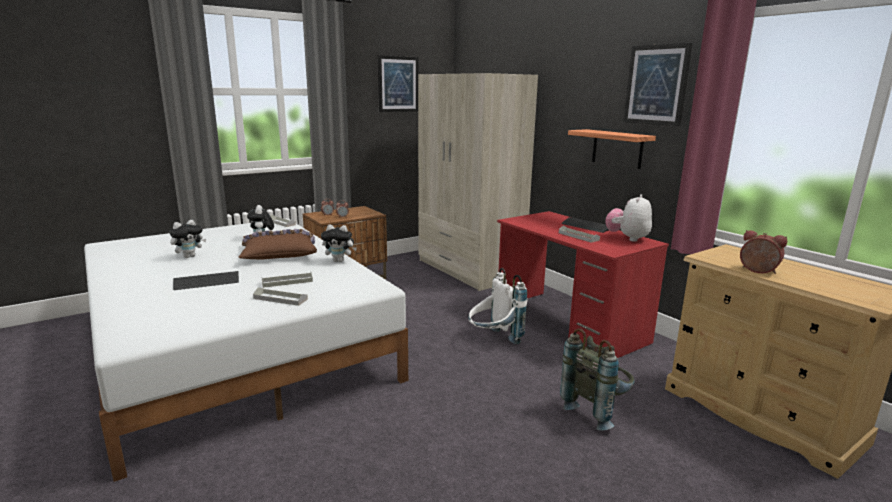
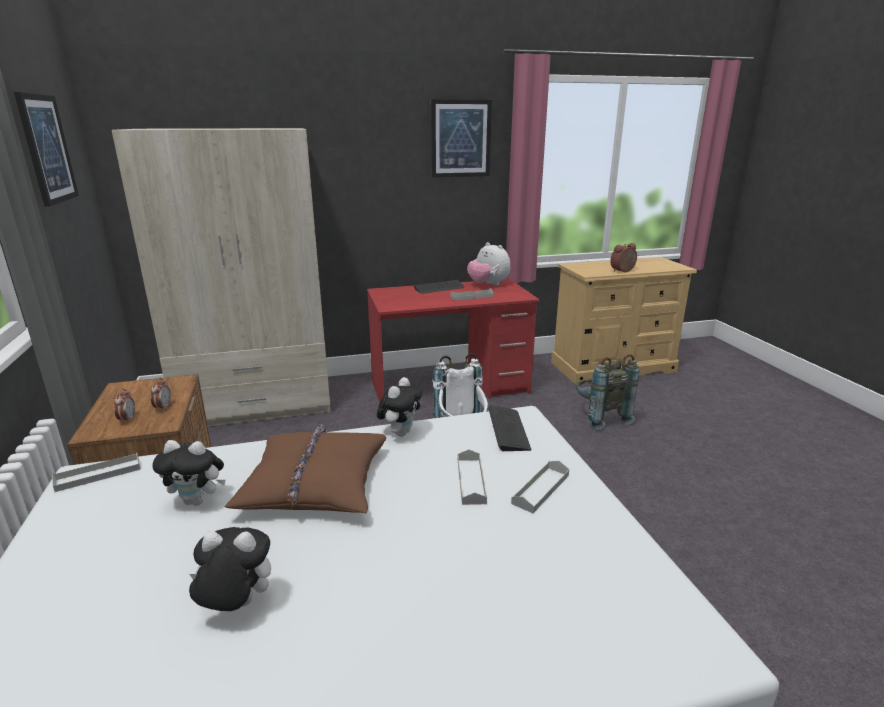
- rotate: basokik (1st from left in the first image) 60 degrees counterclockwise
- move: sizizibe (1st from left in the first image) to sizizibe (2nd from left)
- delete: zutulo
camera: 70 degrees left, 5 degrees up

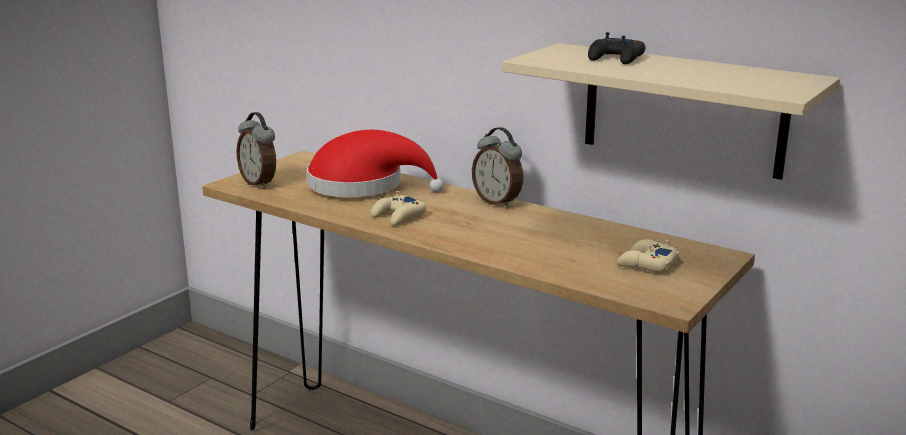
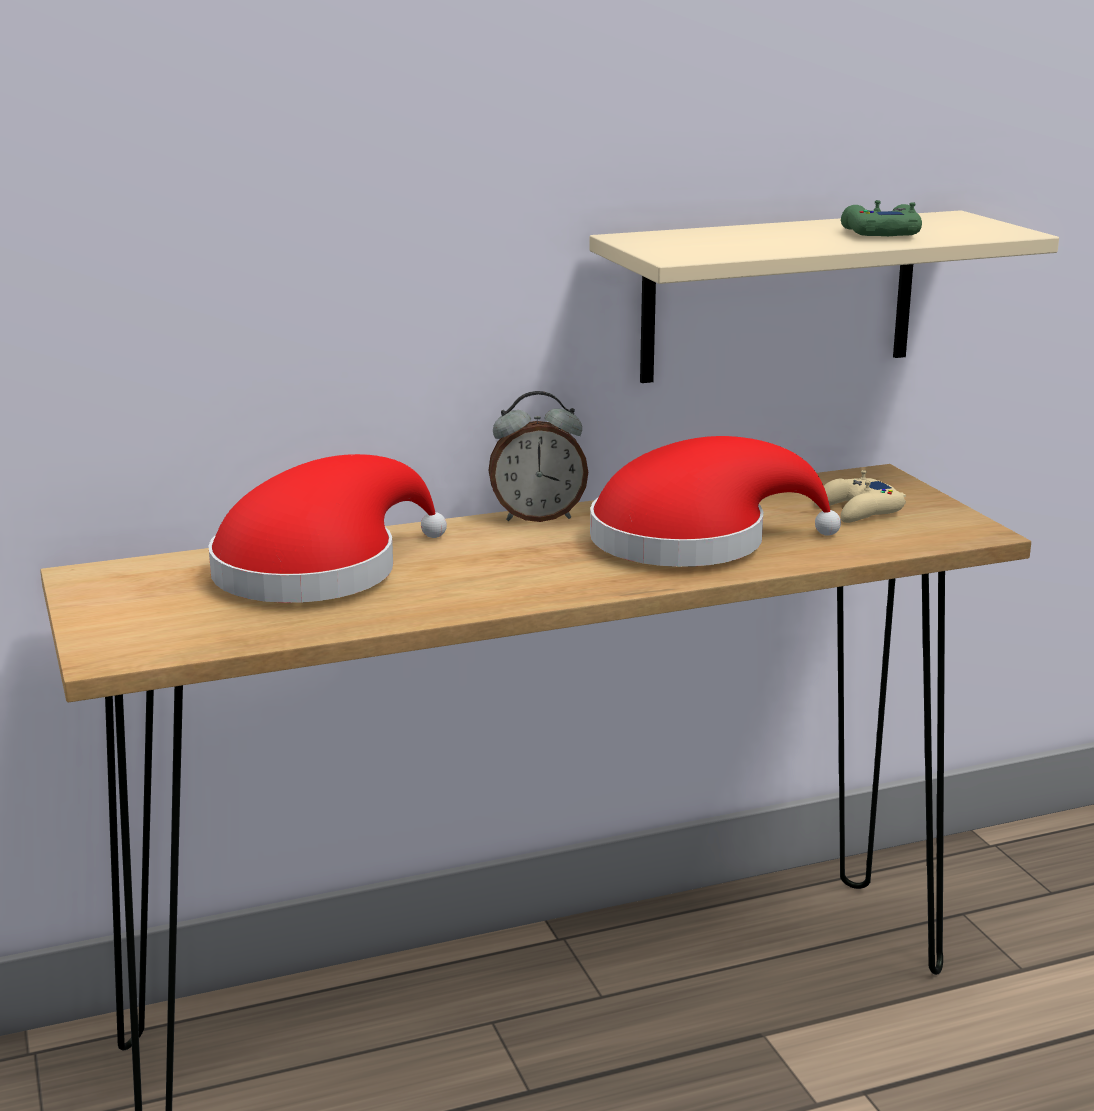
- insert: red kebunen (2nd from left)
- insert: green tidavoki
- delete: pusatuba (1st from left)
- delete: beige tidavoki (1st from left)
- delete: black tidavoki
camera: 55 degrees left, 0 degrees up

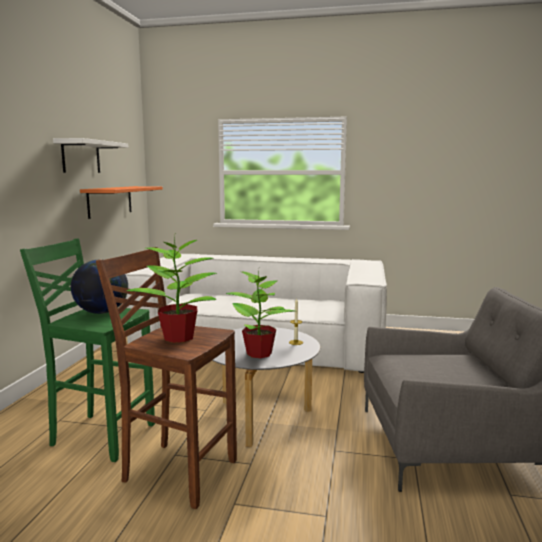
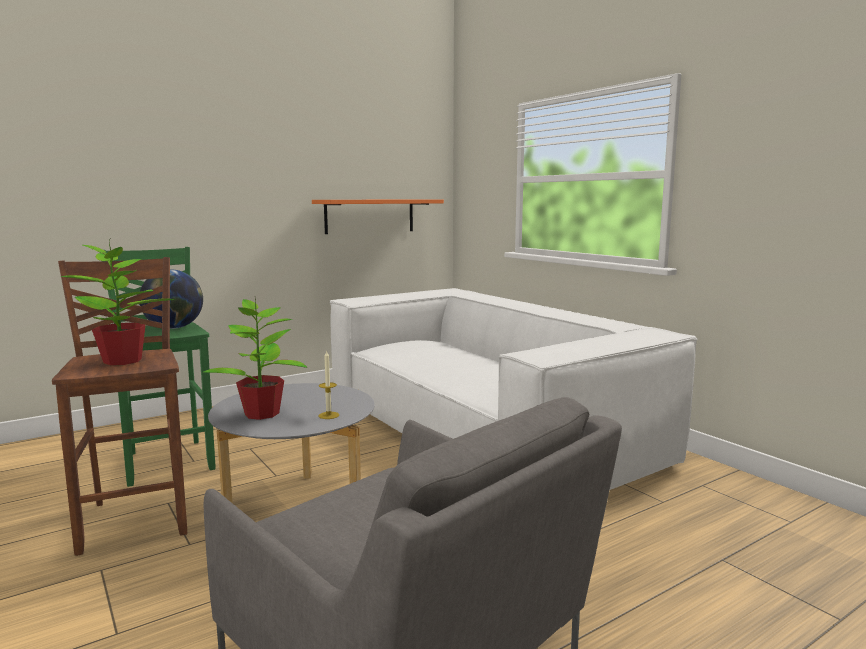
- delete: white zutulo
camera: 45 degrees right, 0 degrees up

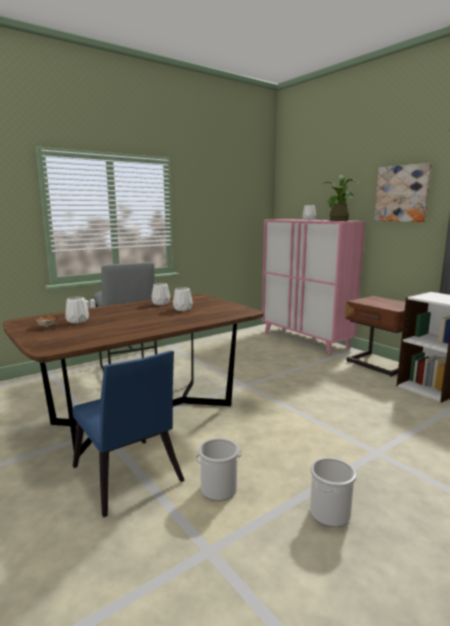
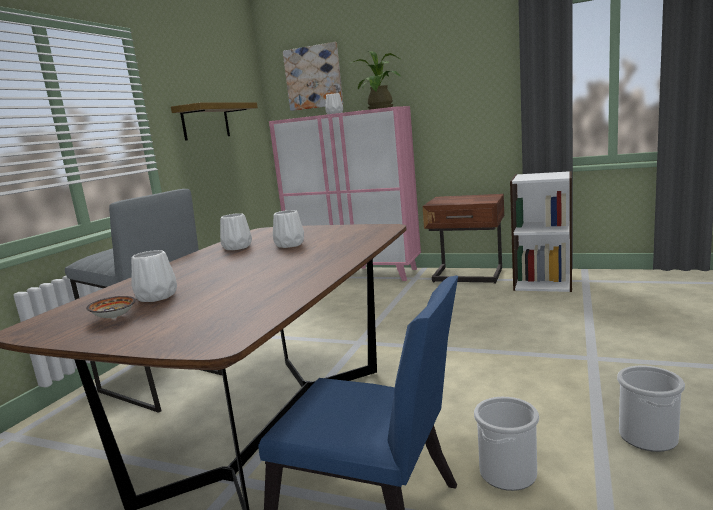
- insert: zutulo
- move: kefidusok
camera: 30 degrees left, 0 degrees up

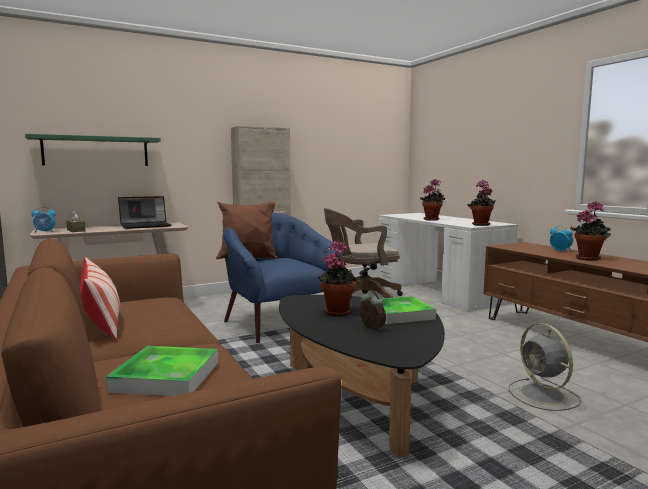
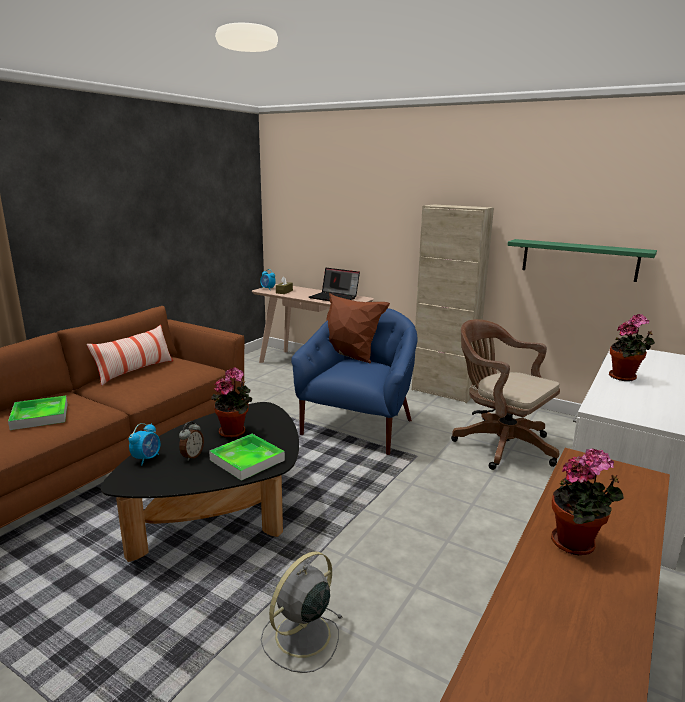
- move: pusatuba (3rd from left in the first image) to pusatuba (1st from left)
- move: green zutulo
- delete: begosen (3rd from left)
camera: 60 degrees right, 10 degrees up

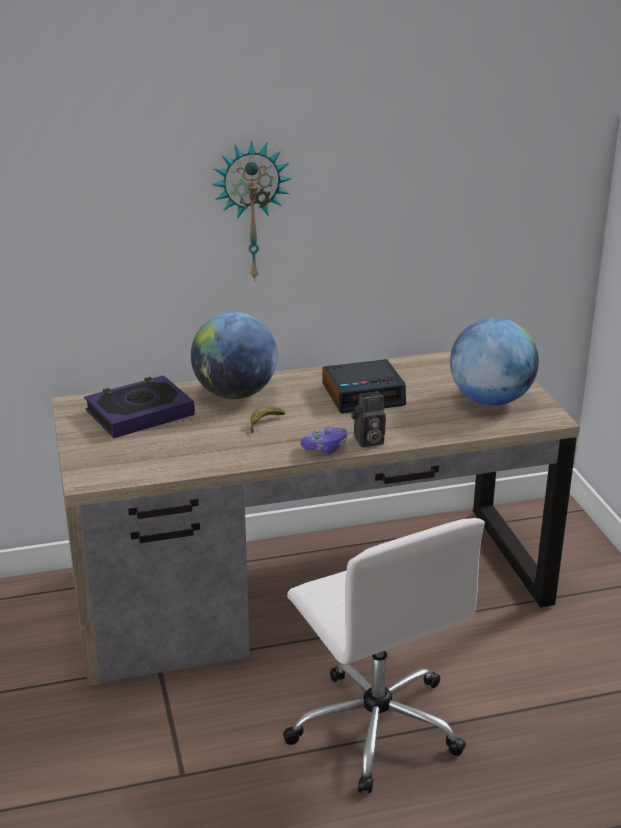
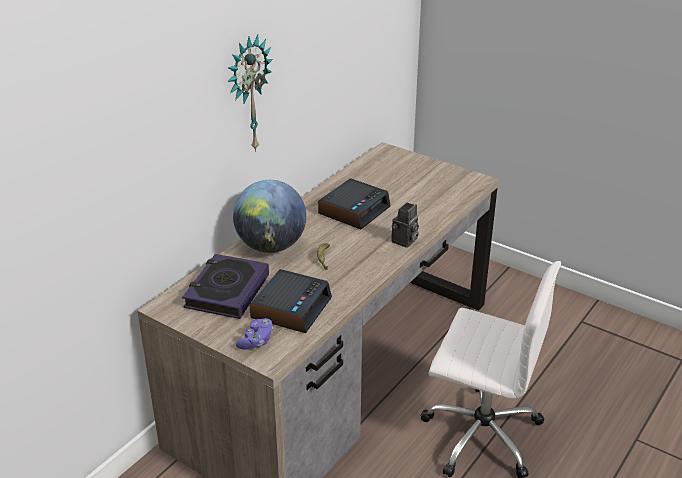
- move: purple tidavoki
- insert: pusatuba (1st from left)
- delete: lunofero (2nd from left)
camera: 40 degrees left, 5 degrees up

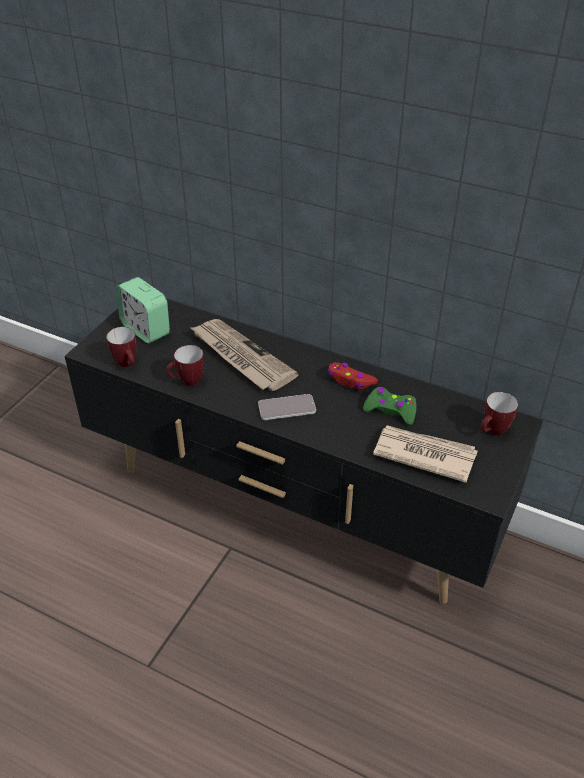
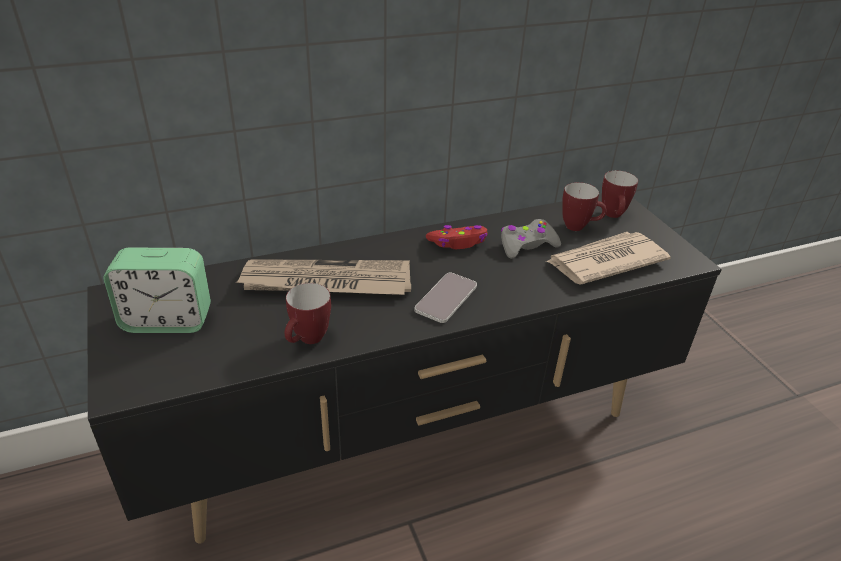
- recolor: green tidavoki to grey tidavoki
- move: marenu (1st from left in the first image) to marenu (2nd from left)
camera: 50 degrees left, 5 degrees down

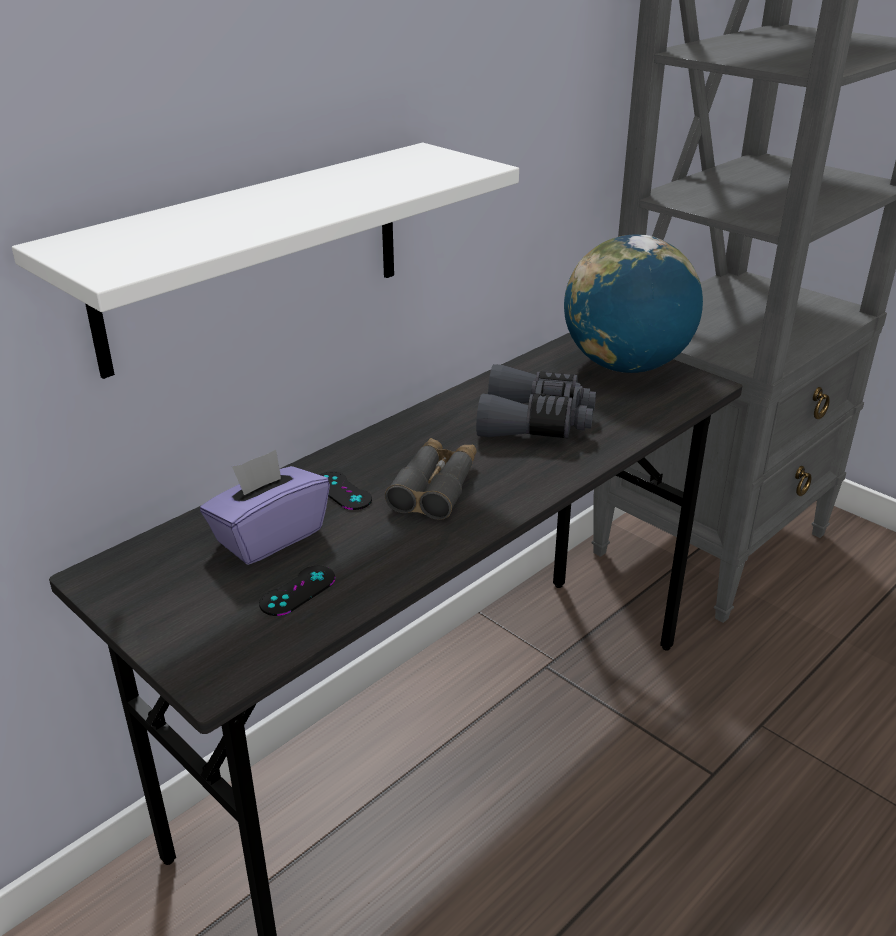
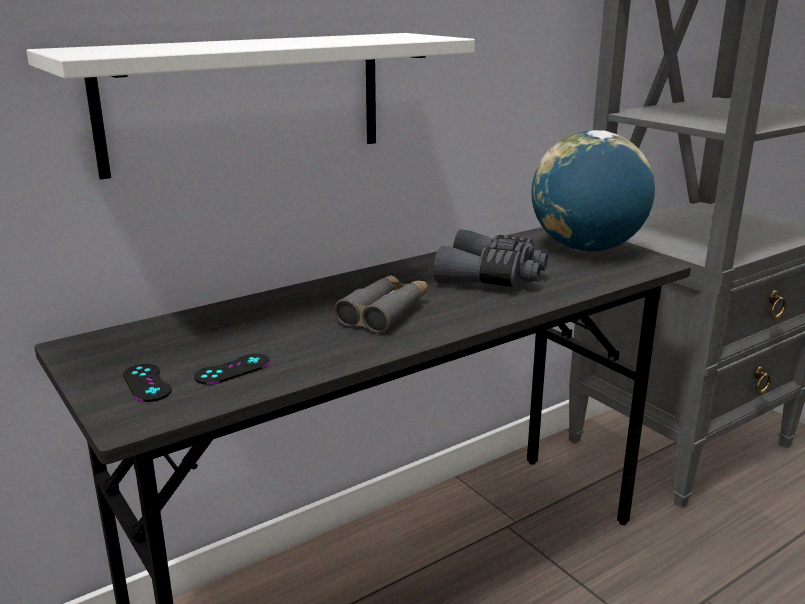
- move: black tidavoki (2nd from left in the first image) to black tidavoki (1st from left)
- delete: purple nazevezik
camera: 10 degrees right, 10 degrees down

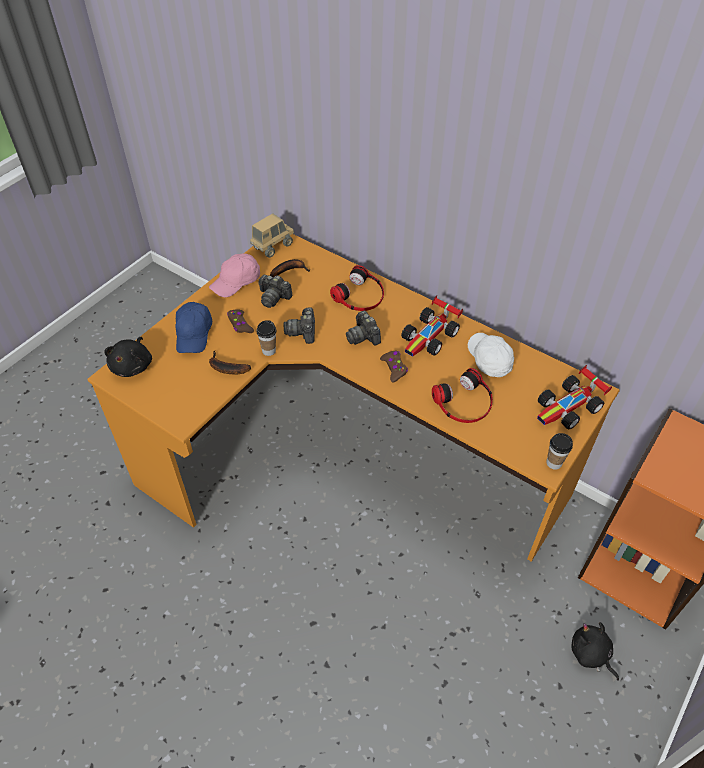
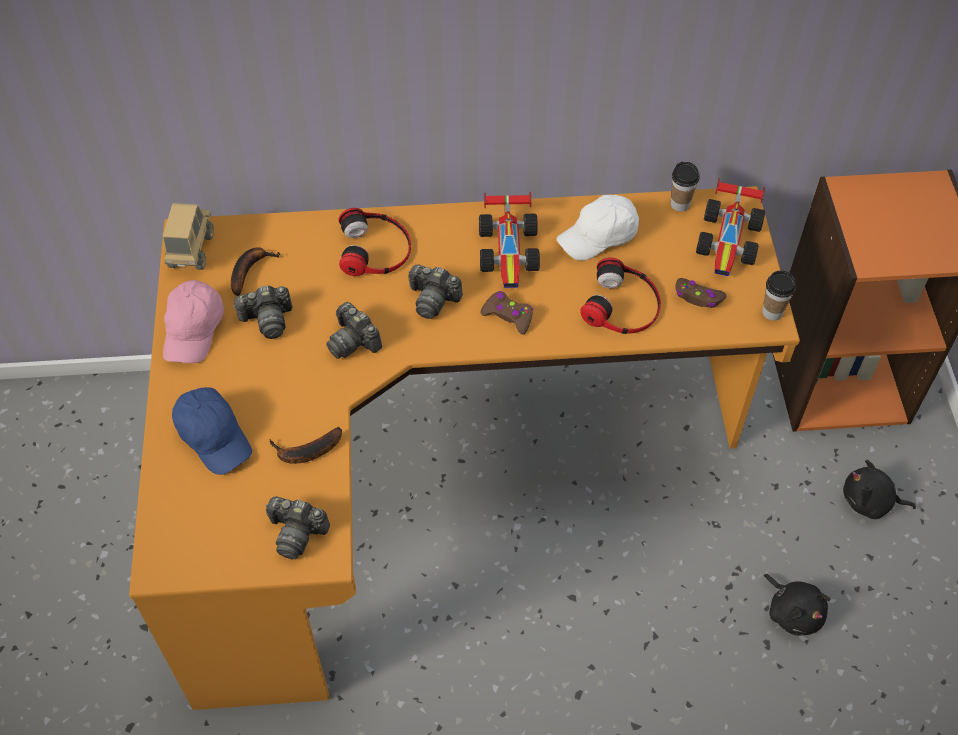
- insert: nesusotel (2nd from left)
- rotate: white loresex 60 degrees counterclockwise
- move: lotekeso (1st from left)
- move: brown tidavoki (1st from left in the first image) to brown tidavoki (2nd from left)
- move: black basokik (1st from left)
camera: 40 degrees left, 5 degrees up

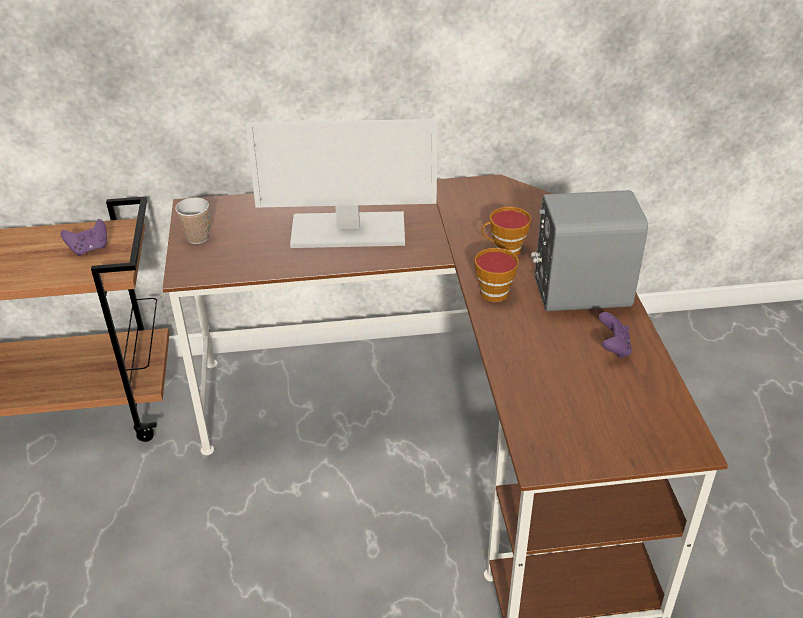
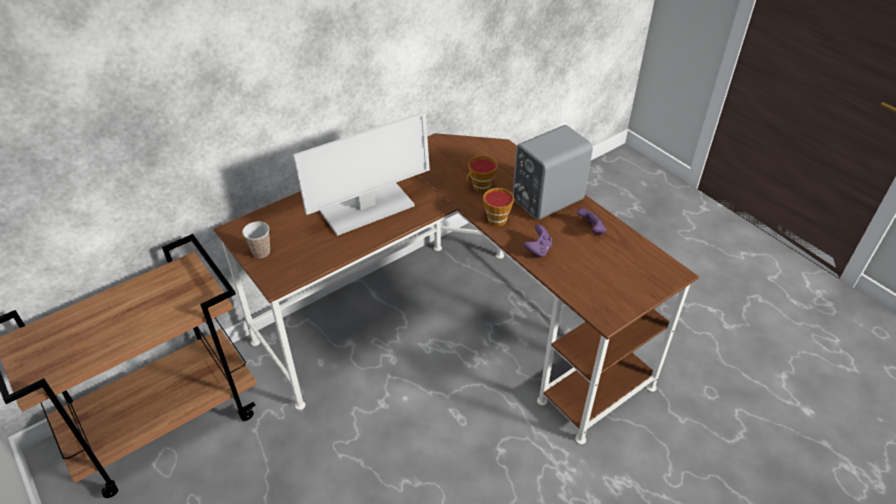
- move: purple tidavoki (1st from left)
camera: 30 degrees left, 5 degrees up

